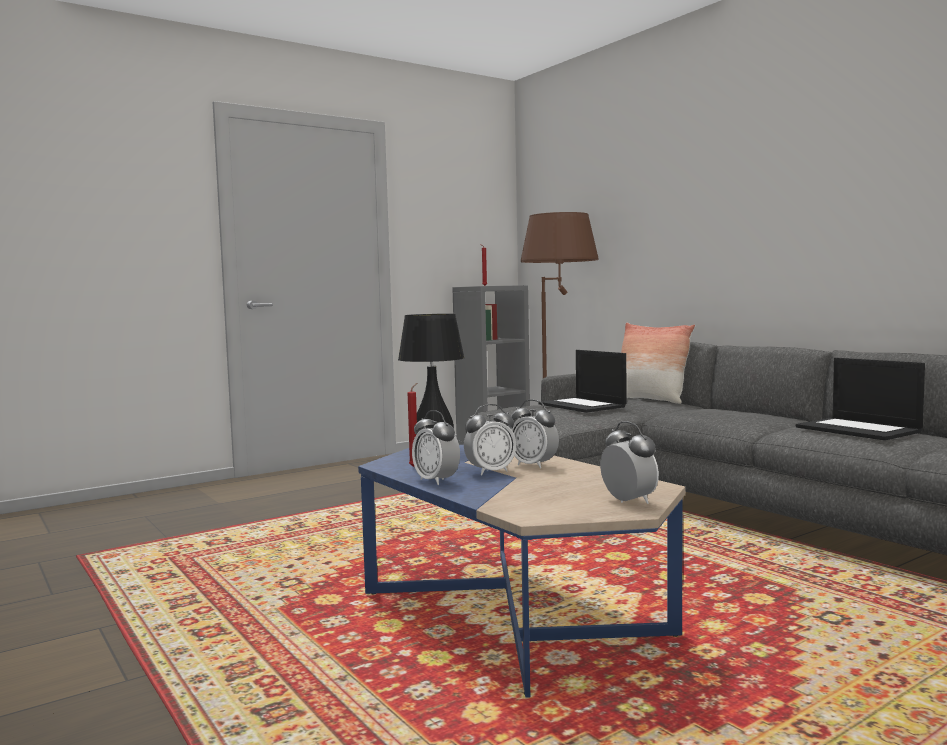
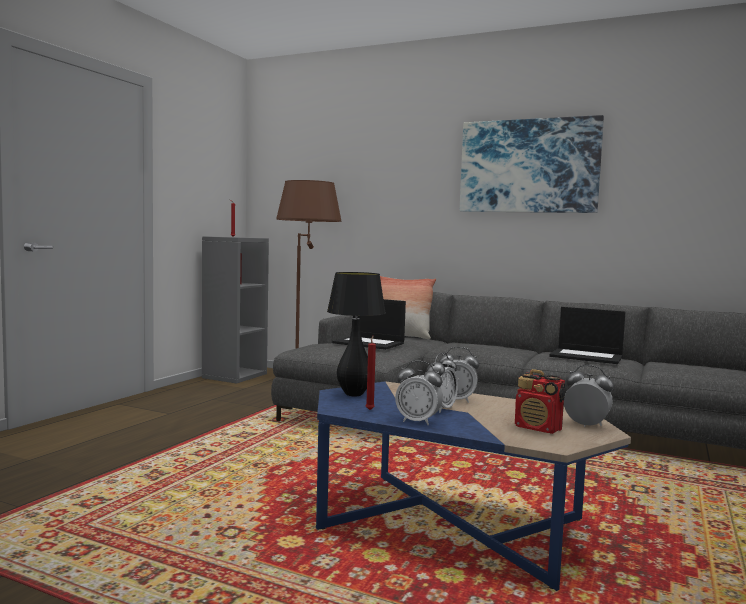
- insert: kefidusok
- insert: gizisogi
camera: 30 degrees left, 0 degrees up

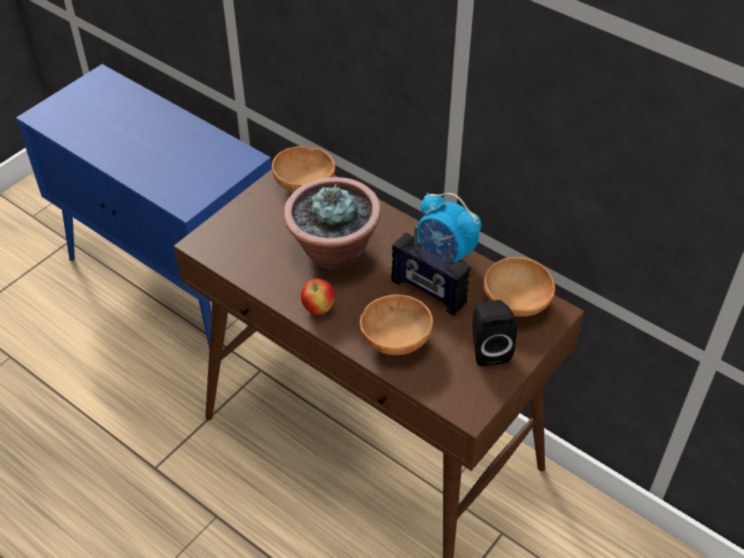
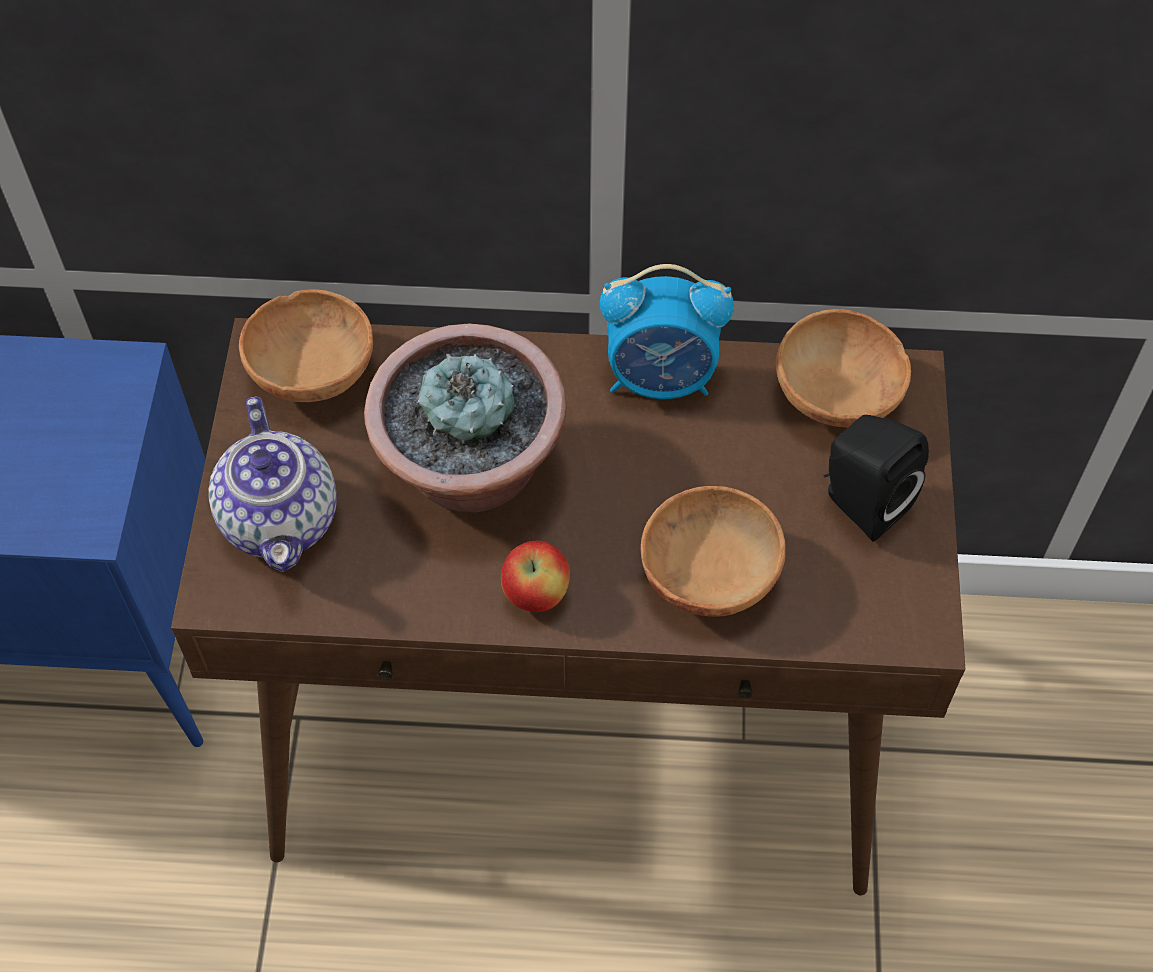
- insert: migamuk
- delete: gizisogi
camera: 35 degrees left, 10 degrees up

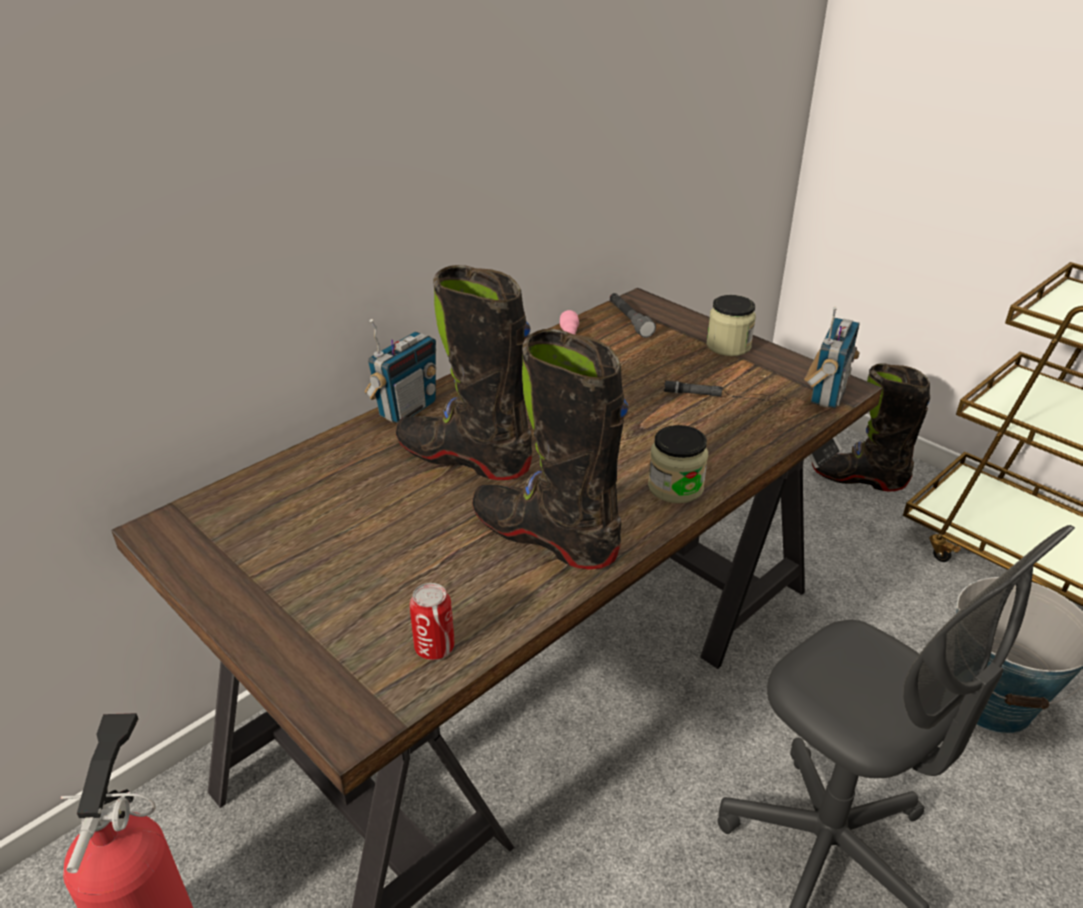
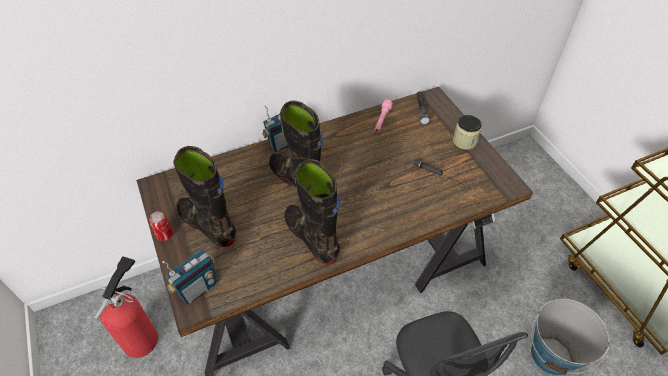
- move: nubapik
- move: gizisogi (2nd from left in the first image) to gizisogi (1st from left)
- move: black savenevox (3rd from left in the first image) to black savenevox (1st from left)
- delete: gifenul (1st from left)
camera: 20 degrees right, 15 degrees up

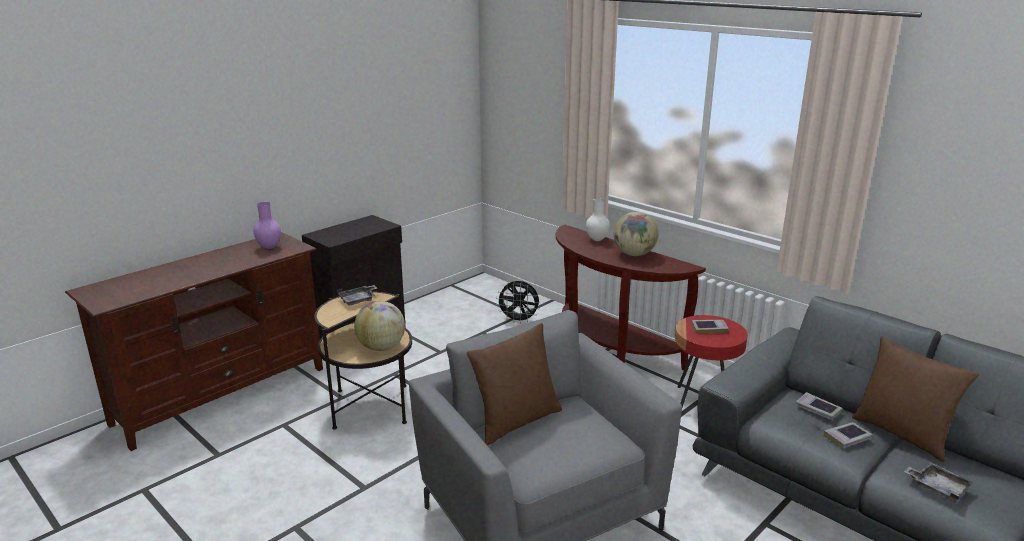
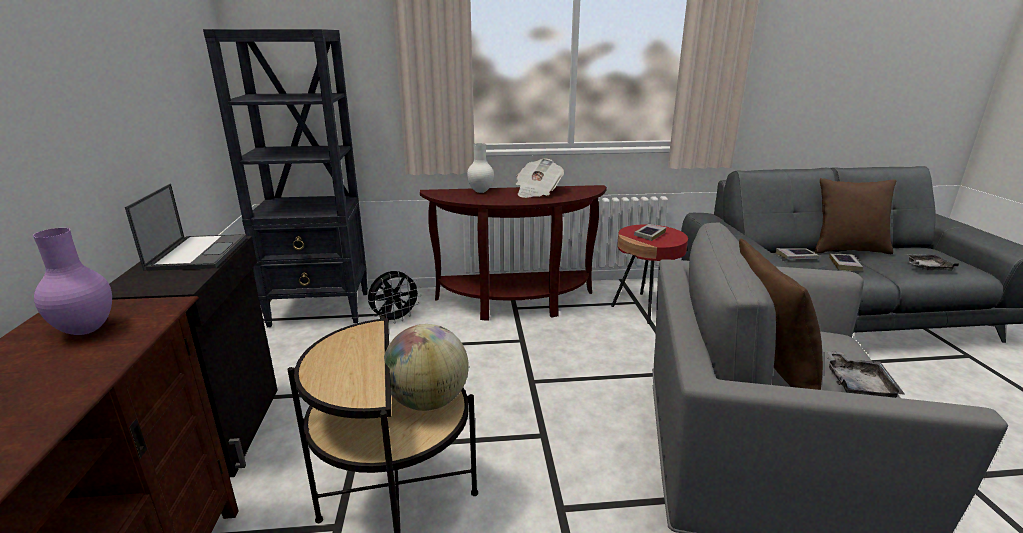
- insert: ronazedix
- insert: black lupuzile
- replace: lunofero (2nd from left) to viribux
- move: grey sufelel (1st from left)
camera: 50 degrees left, 0 degrees up

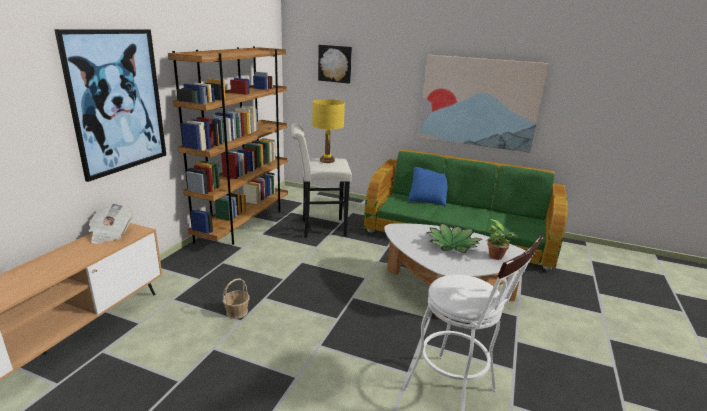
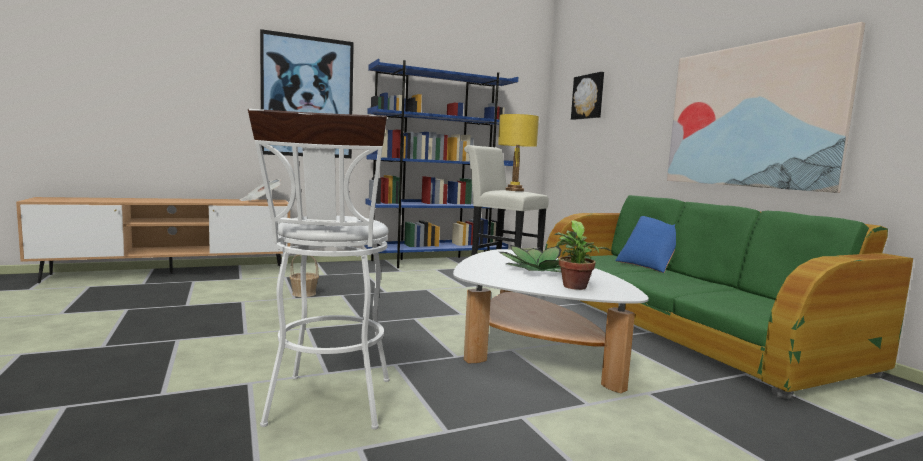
- recolor: brown lupuzile to blue lupuzile
camera: 45 degrees right, 15 degrees down

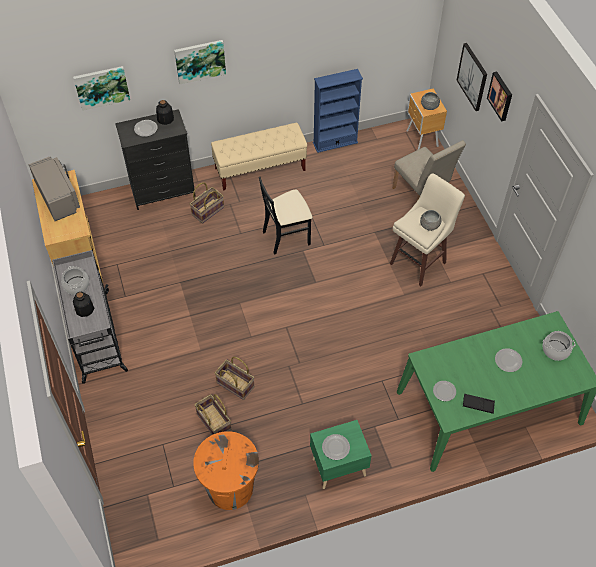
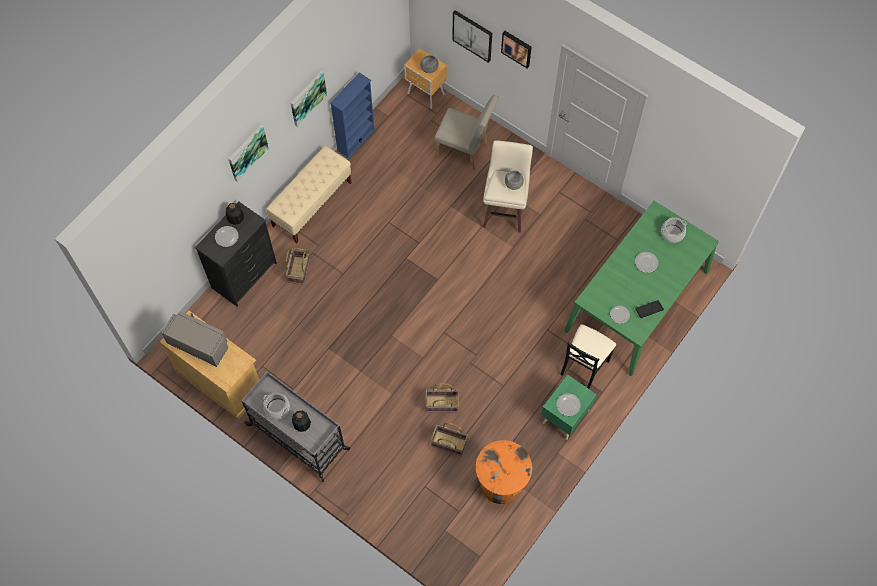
- move: kefidusok (1st from left in the first image) to kefidusok (2nd from left)
- move: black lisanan
camera: 35 degrees left, 10 degrees up

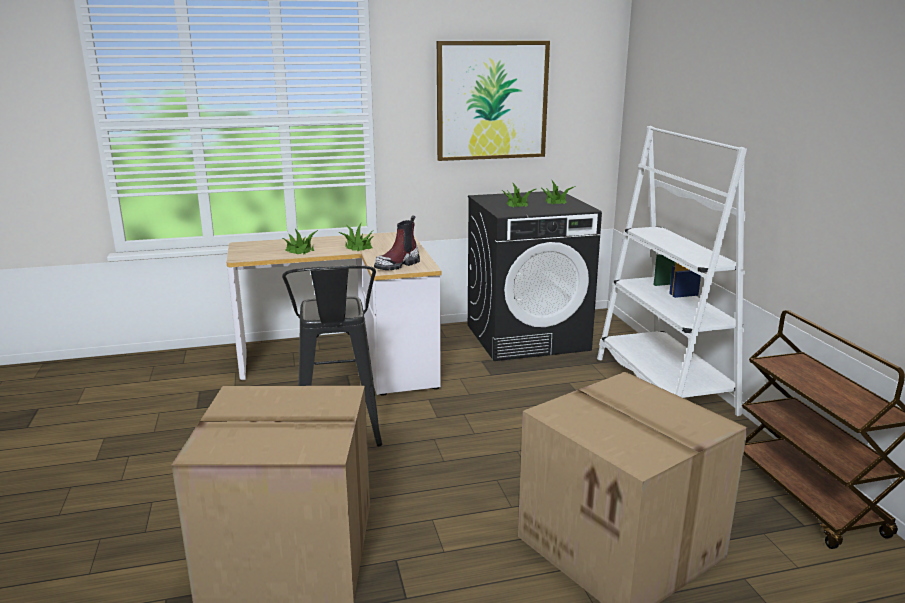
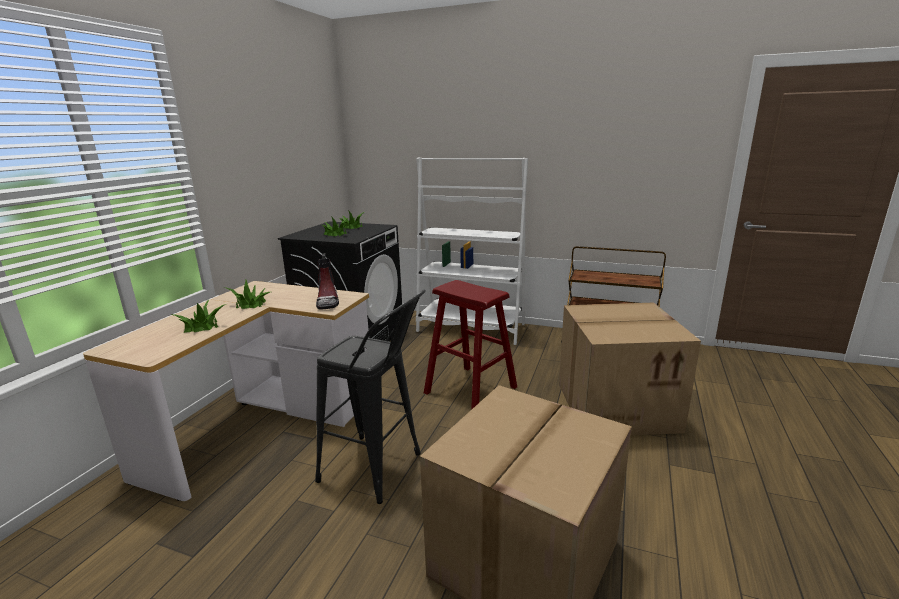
- insert: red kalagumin
- delete: kefidusok
camera: 55 degrees left, 0 degrees up

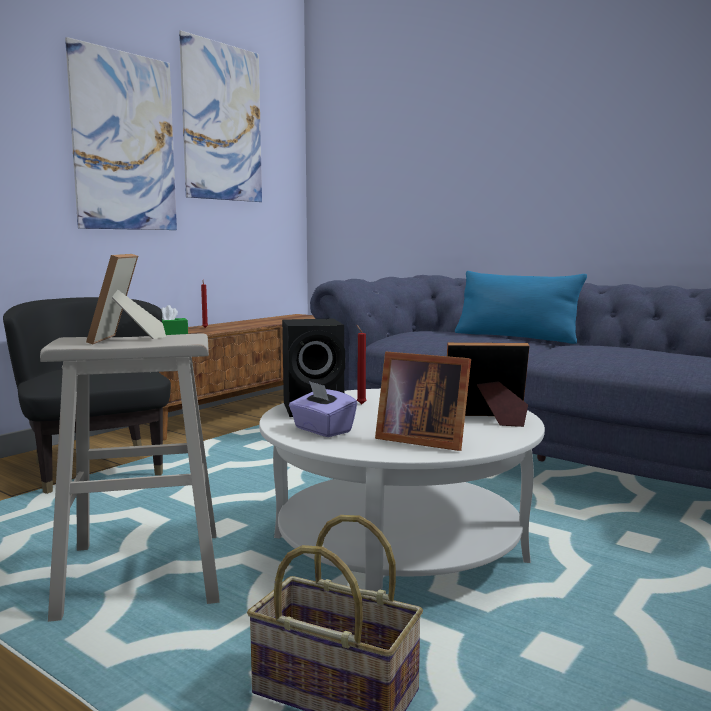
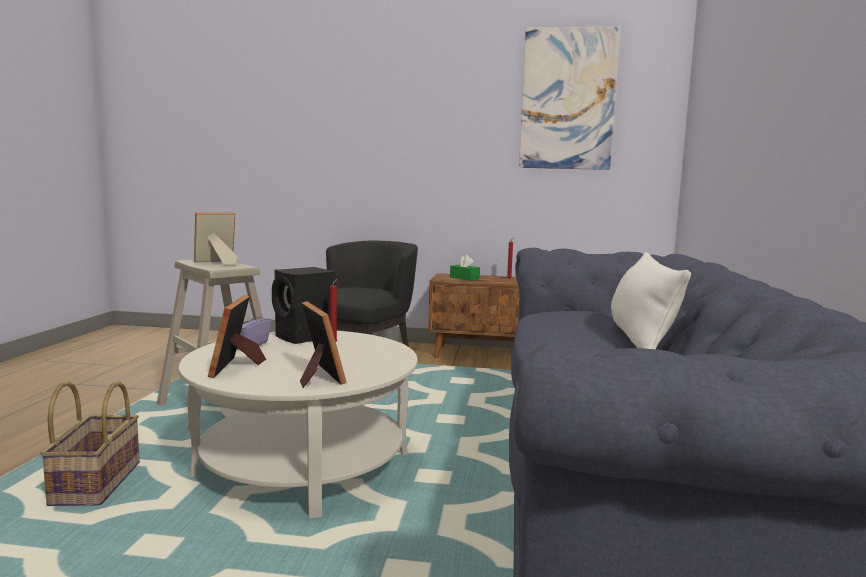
- recolor: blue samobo to white samobo
- delete: kefidusok (1st from left)
camera: 60 degrees right, 0 degrees up

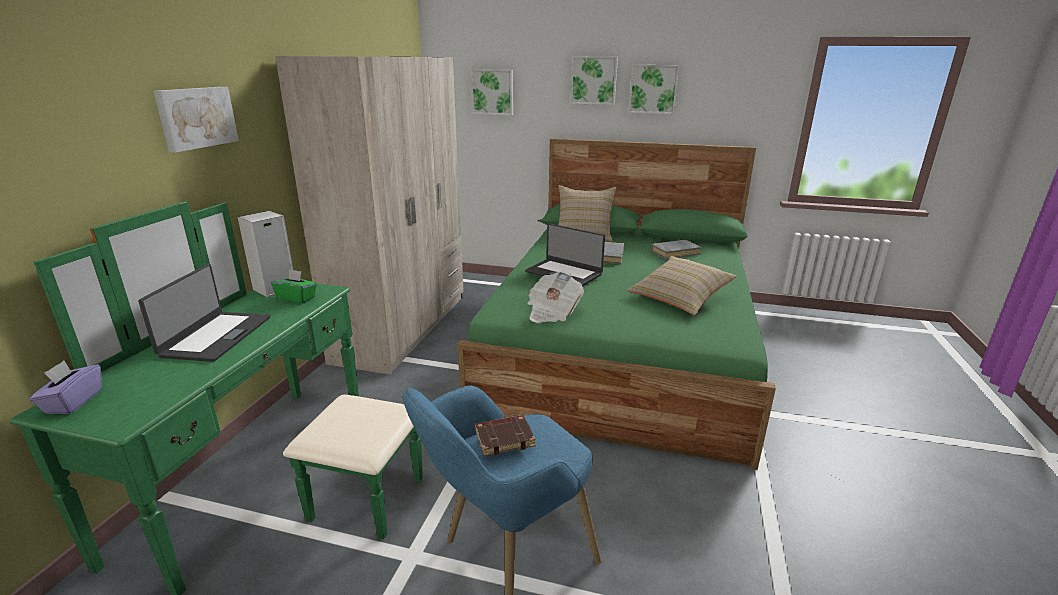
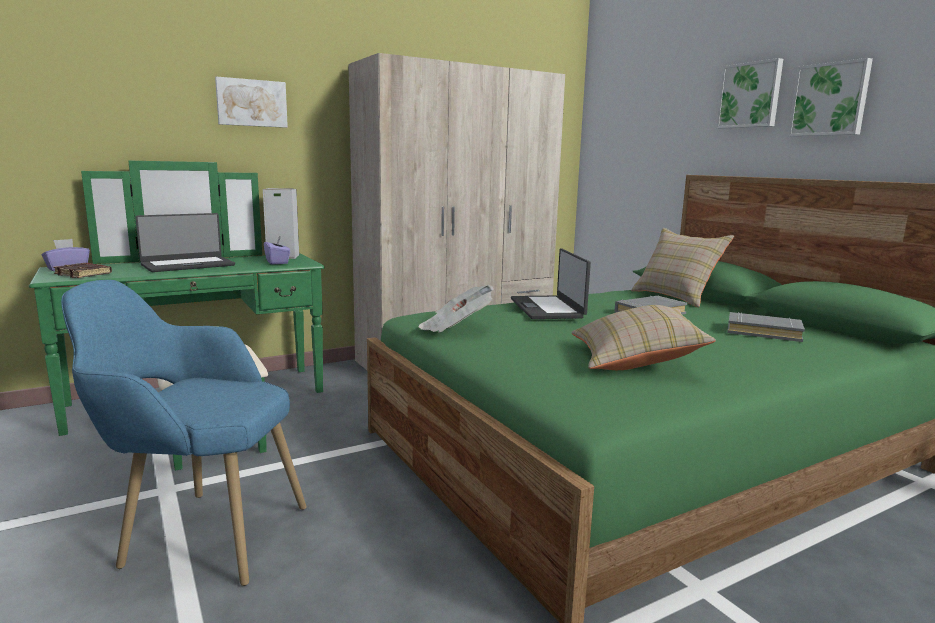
- move: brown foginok
- recolor: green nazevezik to purple nazevezik (2nd from left)
- delete: kefidusok (2nd from left)
camera: 45 degrees right, 10 degrees down

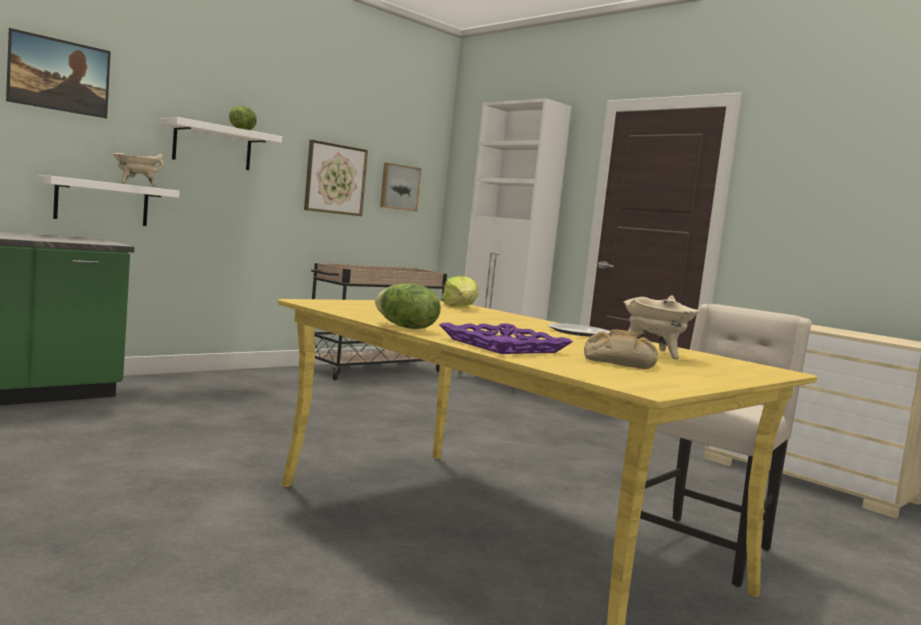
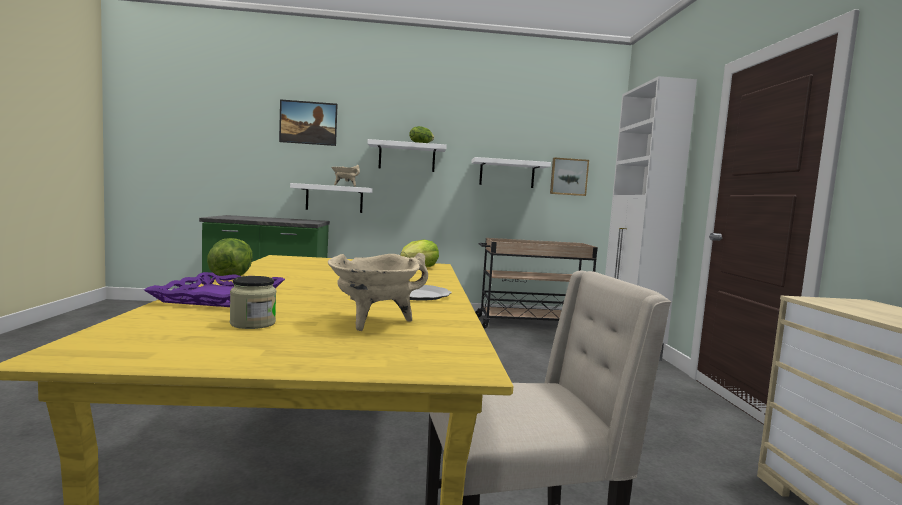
- replace: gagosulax to gifenul
- replace: kefidusok (2nd from left) to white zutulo (3rd from left)
camera: 40 degrees right, 0 degrees up

